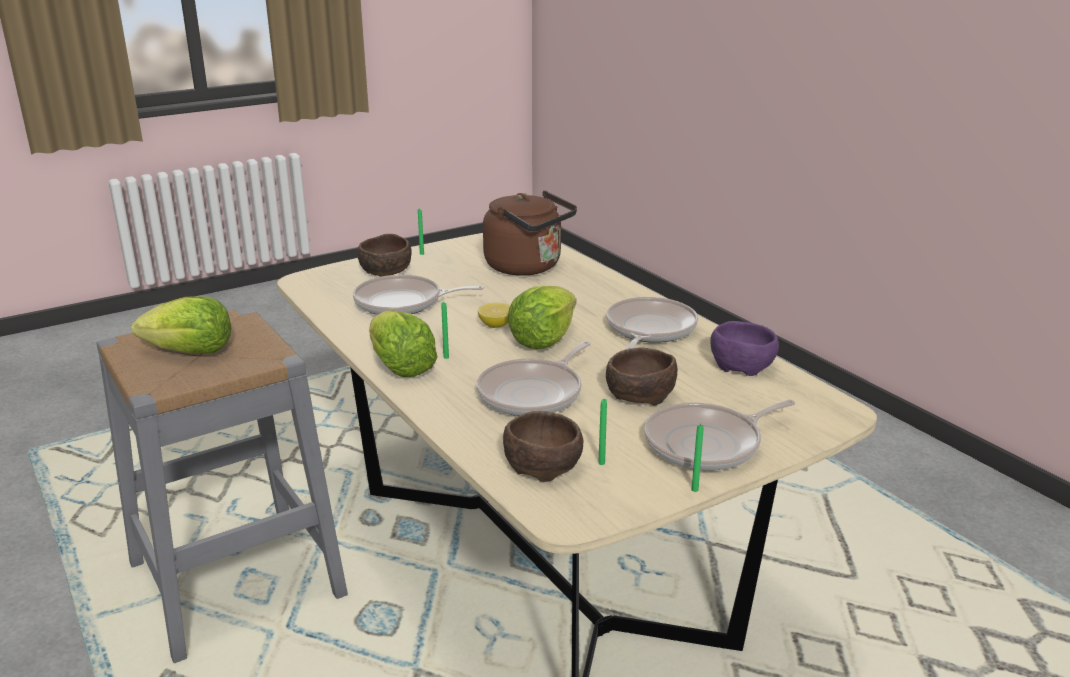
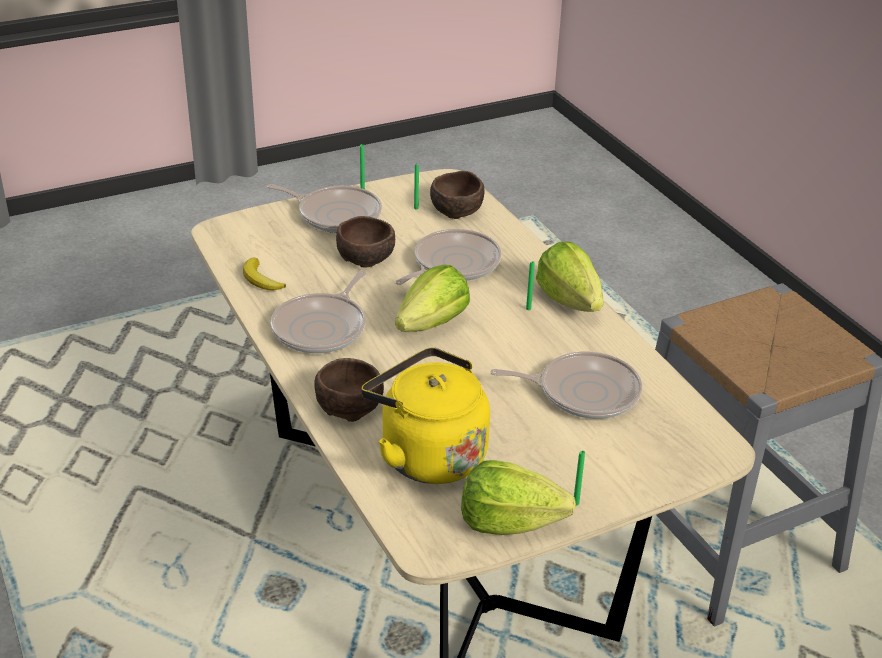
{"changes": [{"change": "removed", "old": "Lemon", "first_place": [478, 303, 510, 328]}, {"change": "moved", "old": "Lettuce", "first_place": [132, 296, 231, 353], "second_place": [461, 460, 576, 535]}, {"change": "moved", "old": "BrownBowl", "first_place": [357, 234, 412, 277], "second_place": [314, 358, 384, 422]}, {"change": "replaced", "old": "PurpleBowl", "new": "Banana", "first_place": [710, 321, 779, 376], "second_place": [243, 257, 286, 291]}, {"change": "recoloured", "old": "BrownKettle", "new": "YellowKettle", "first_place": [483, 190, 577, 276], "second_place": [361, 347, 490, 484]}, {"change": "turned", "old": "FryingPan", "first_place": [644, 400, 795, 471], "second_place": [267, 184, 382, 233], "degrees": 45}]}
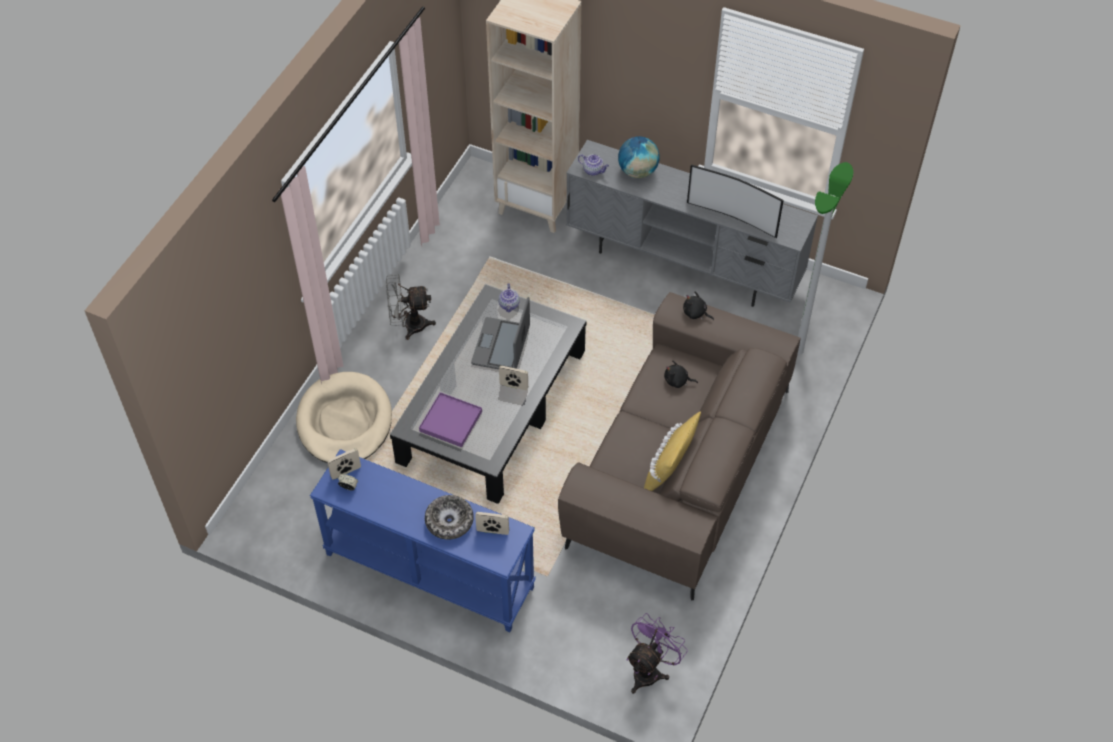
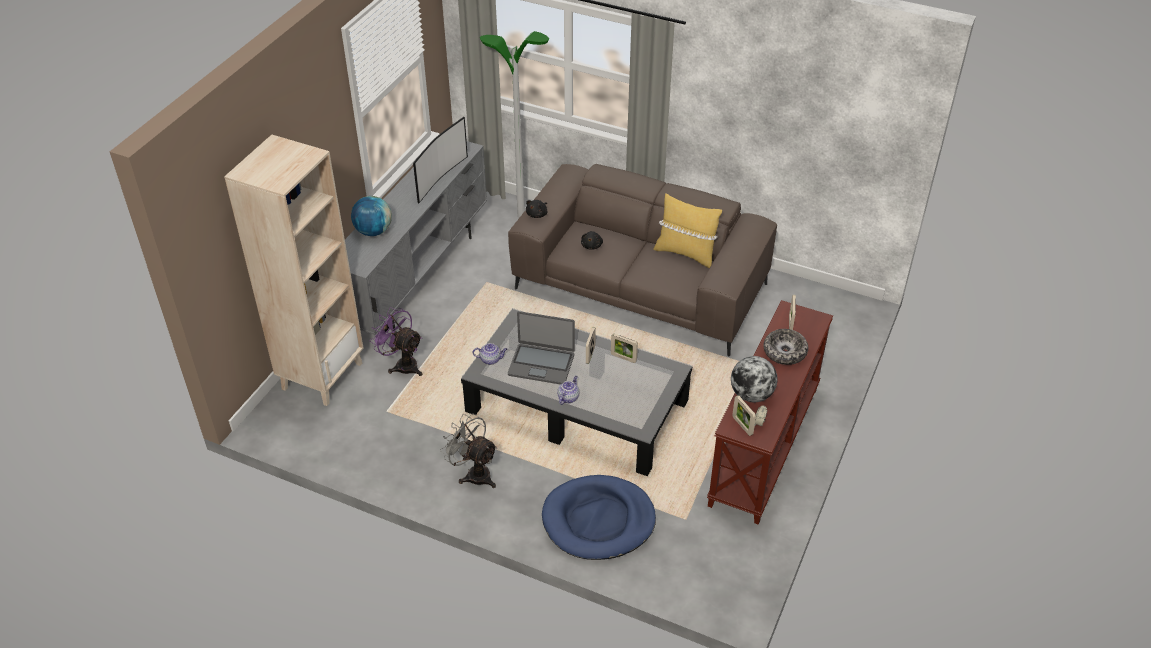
{"changes": [{"change": "removed", "old": "PurpleTray", "first_place": [419, 392, 482, 447]}, {"change": "added", "new": "PictureFrame", "second_place": [611, 334, 638, 363]}, {"change": "added", "new": "Globe", "second_place": [731, 356, 777, 402]}, {"change": "moved", "old": "Teapot", "first_place": [578, 154, 609, 176], "second_place": [557, 376, 579, 405]}, {"change": "moved", "old": "PurpleFan", "first_place": [626, 613, 688, 694], "second_place": [370, 307, 422, 376]}, {"change": "recoloured", "old": "BeigeDogBed", "new": "BlueDogBed", "first_place": [296, 372, 392, 463], "second_place": [542, 475, 656, 560]}, {"change": "recoloured", "old": "BlueConsoleTable", "new": "BrownConsoleTable", "first_place": [310, 449, 536, 632], "second_place": [707, 300, 833, 525]}, {"change": "turned", "old": "GreyFan", "first_place": [386, 274, 436, 340], "second_place": [440, 414, 497, 488], "degrees": 135}]}
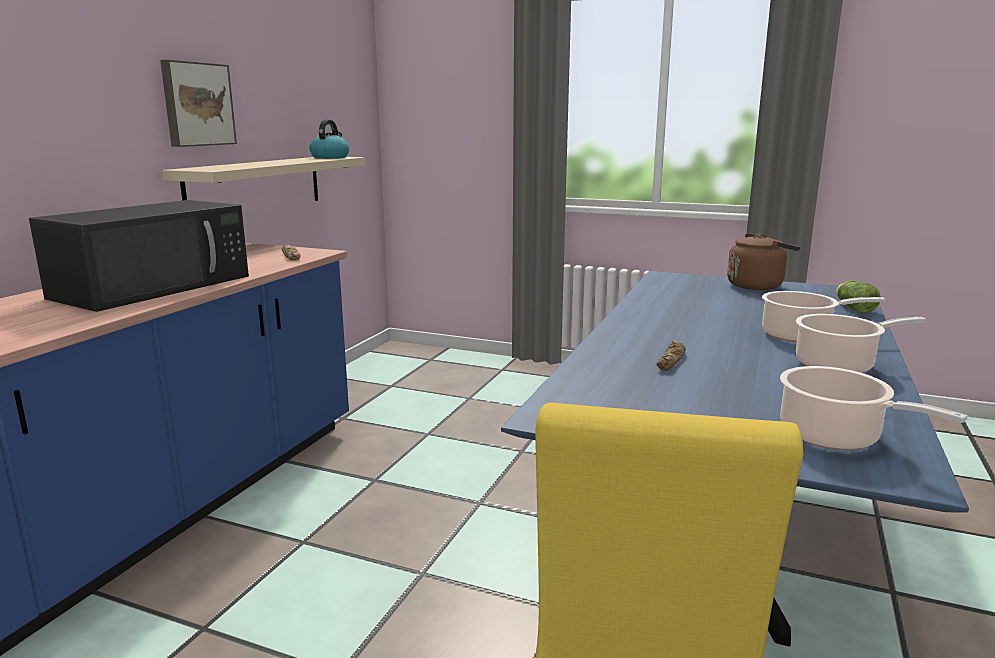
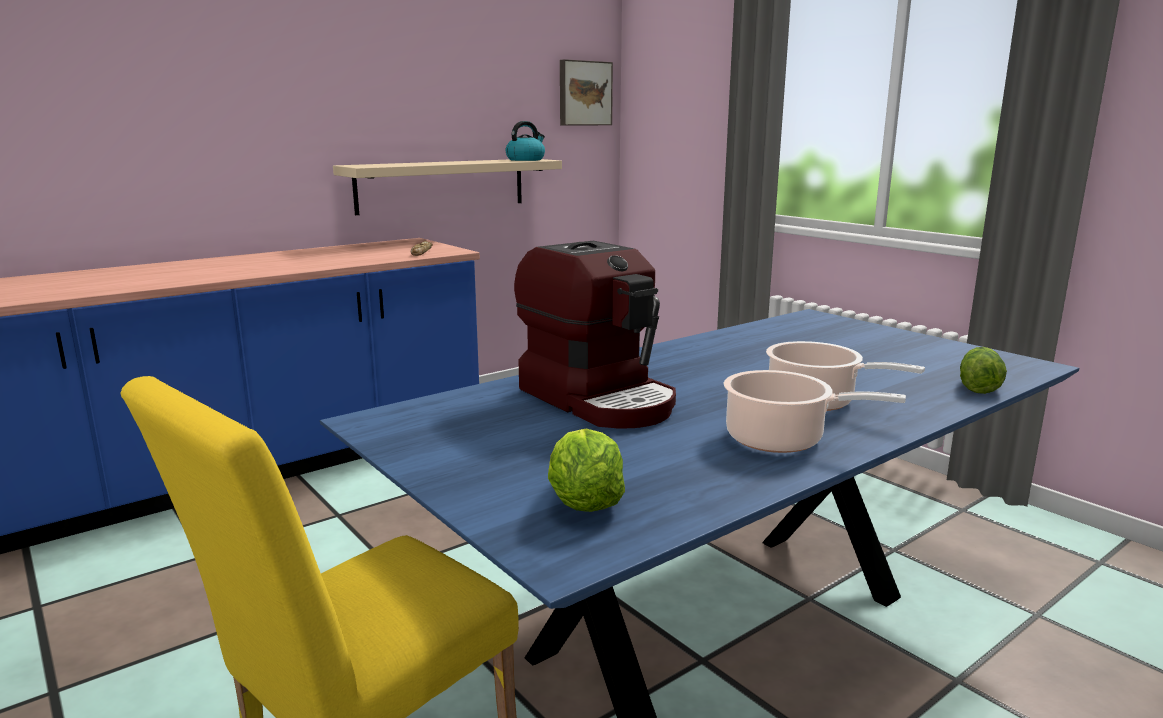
{"changes": [{"change": "removed", "old": "BlackMicrowave", "first_place": [29, 200, 249, 312]}, {"change": "removed", "old": "BrownKettle", "first_place": [727, 233, 800, 290]}, {"change": "moved", "old": "Picture", "first_place": [160, 60, 237, 147], "second_place": [560, 59, 613, 126]}, {"change": "replaced", "old": "Bread", "new": "CoffeeMachine", "first_place": [657, 341, 686, 371], "second_place": [514, 241, 676, 428]}, {"change": "replaced", "old": "CookingPot", "new": "Lettuce", "first_place": [780, 366, 968, 450], "second_place": [548, 428, 625, 512]}]}
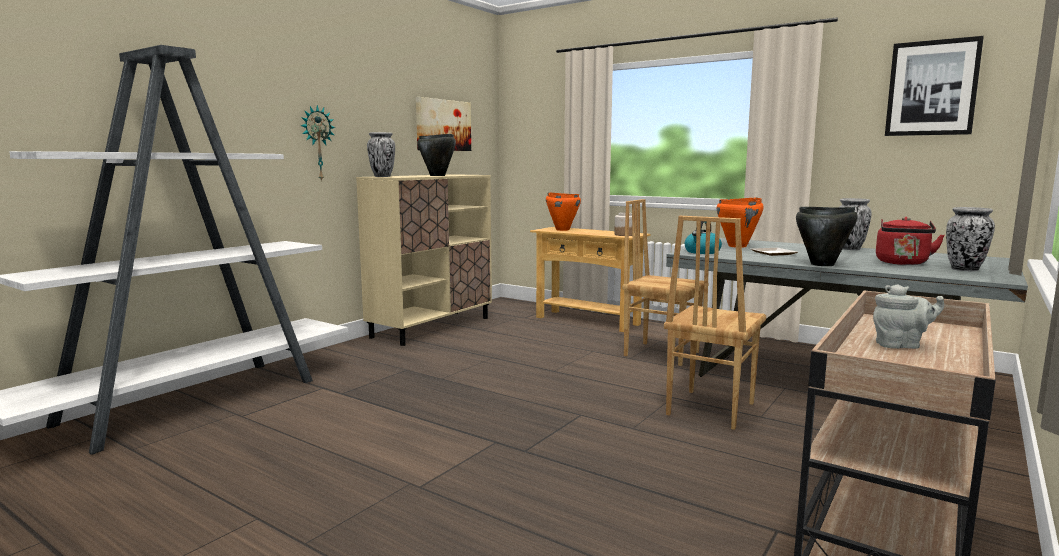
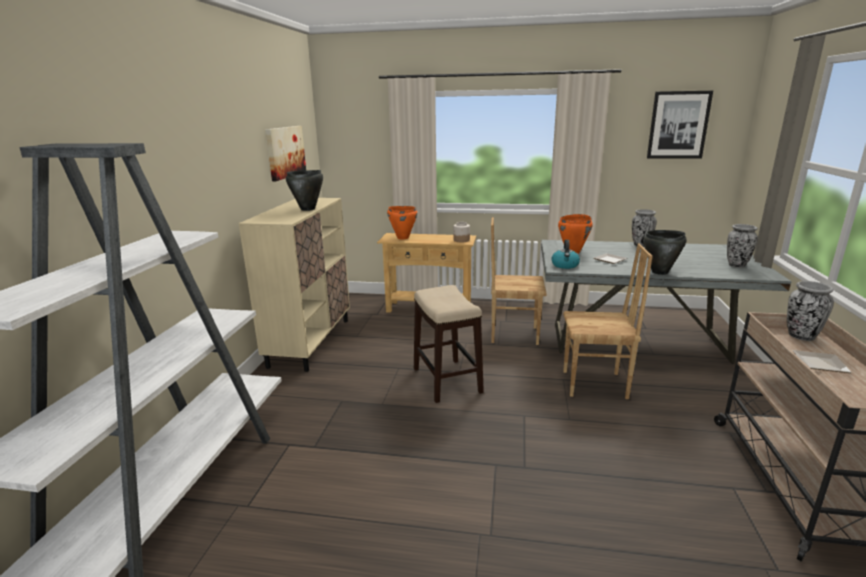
{"changes": [{"change": "removed", "old": "WallClock", "first_place": [300, 105, 336, 182]}, {"change": "removed", "old": "RedKettle", "first_place": [876, 217, 945, 265]}, {"change": "added", "new": "Stool", "second_place": [414, 285, 484, 403]}, {"change": "moved", "old": "Vase", "first_place": [367, 132, 395, 177], "second_place": [787, 281, 834, 341]}, {"change": "replaced", "old": "GreyTeapot", "new": "Plate", "first_place": [873, 284, 944, 349], "second_place": [793, 350, 852, 373]}, {"change": "turned", "old": "BrownChair", "first_place": [664, 216, 766, 430], "second_place": [563, 244, 653, 399], "degrees": -90}]}
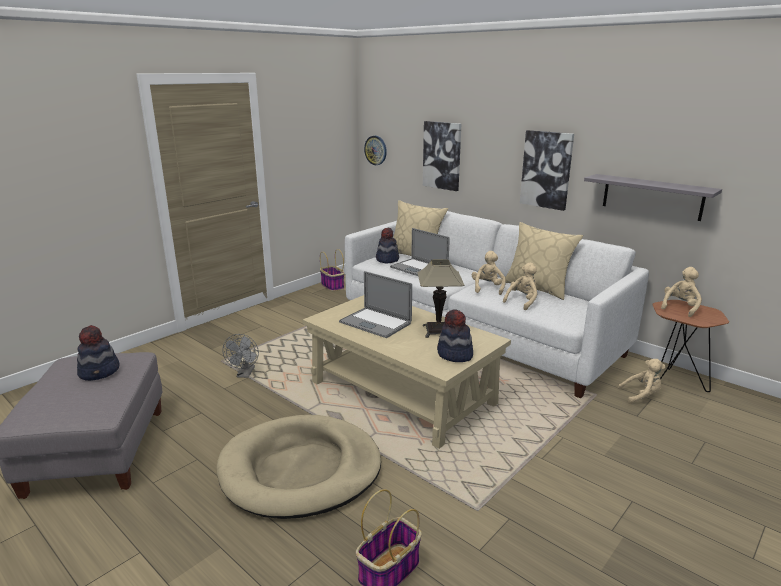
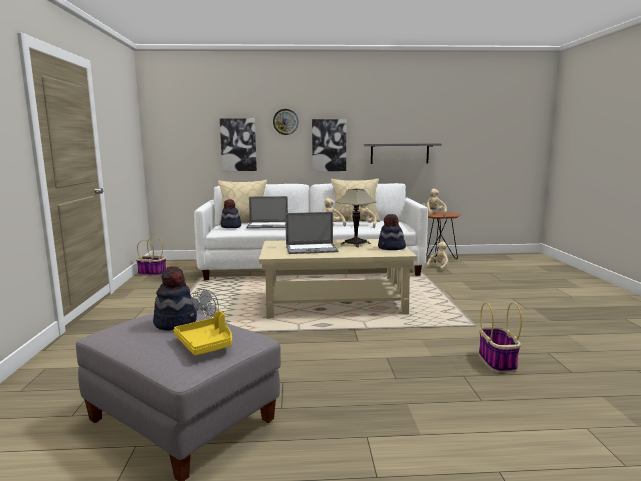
{"changes": [{"change": "removed", "old": "BeigeDogBed", "first_place": [217, 415, 381, 519]}, {"change": "added", "new": "YellowTray", "second_place": [173, 311, 232, 355]}, {"change": "moved", "old": "WallClock", "first_place": [364, 136, 387, 165], "second_place": [273, 109, 298, 135]}]}
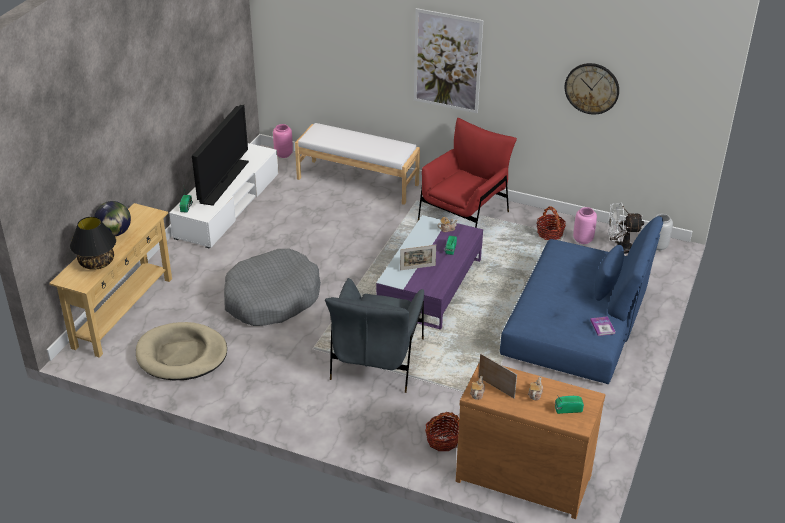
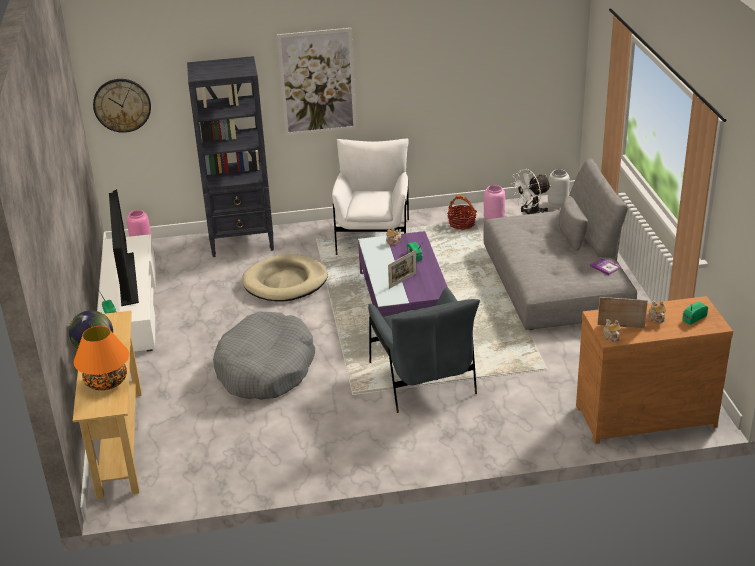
{"changes": [{"change": "removed", "old": "Basket", "first_place": [425, 412, 459, 451]}, {"change": "moved", "old": "BeigeDogBed", "first_place": [136, 322, 227, 380], "second_place": [242, 254, 328, 302]}, {"change": "moved", "old": "WallClock", "first_place": [565, 63, 619, 115], "second_place": [93, 79, 151, 133]}, {"change": "replaced", "old": "WhiteBench", "new": "BlackBookcase", "first_place": [295, 123, 420, 205], "second_place": [187, 56, 274, 257]}, {"change": "recoloured", "old": "BlackTableLamp", "new": "OrangeTableLamp", "first_place": [70, 217, 116, 270], "second_place": [74, 326, 129, 390]}, {"change": "recoloured", "old": "RedArmchair", "new": "WhiteArmchair", "first_place": [418, 118, 517, 228], "second_place": [332, 139, 409, 255]}, {"change": "recoloured", "old": "BlueSofa", "new": "GreySofa", "first_place": [500, 216, 663, 384], "second_place": [483, 158, 637, 330]}]}
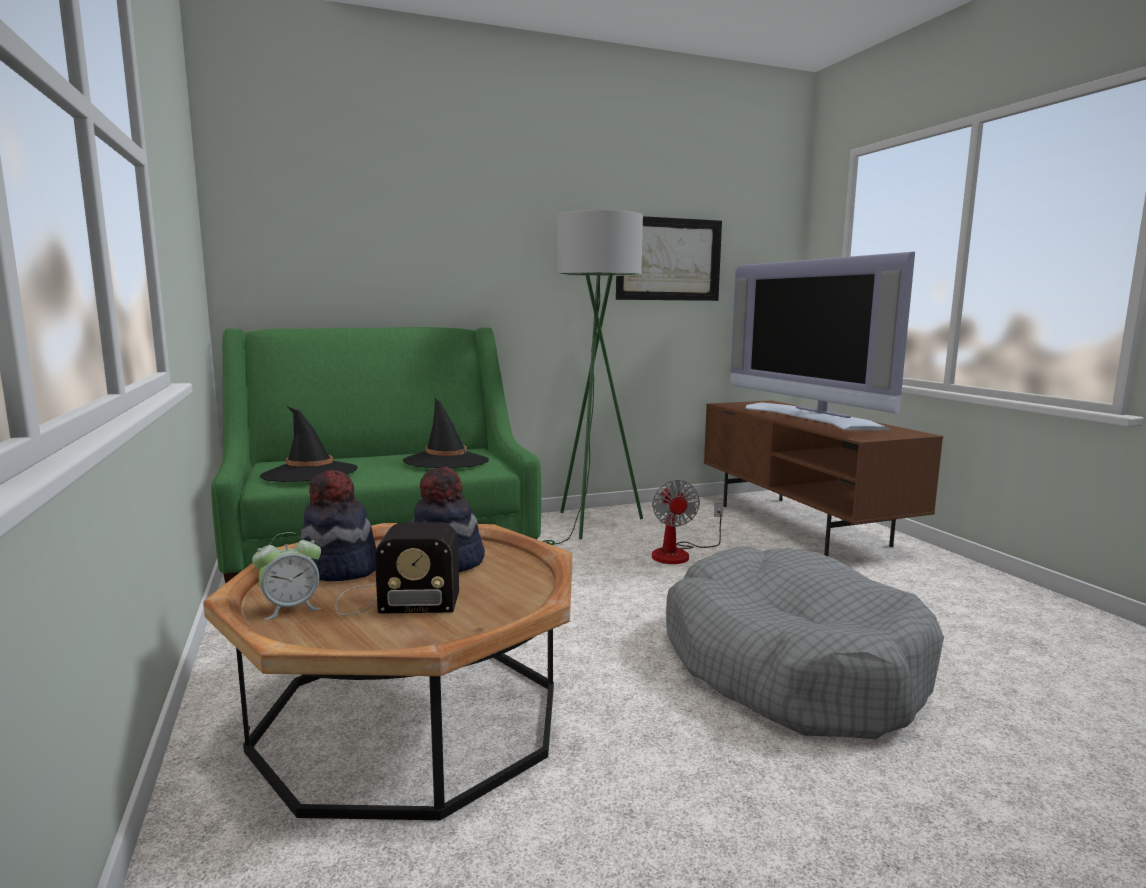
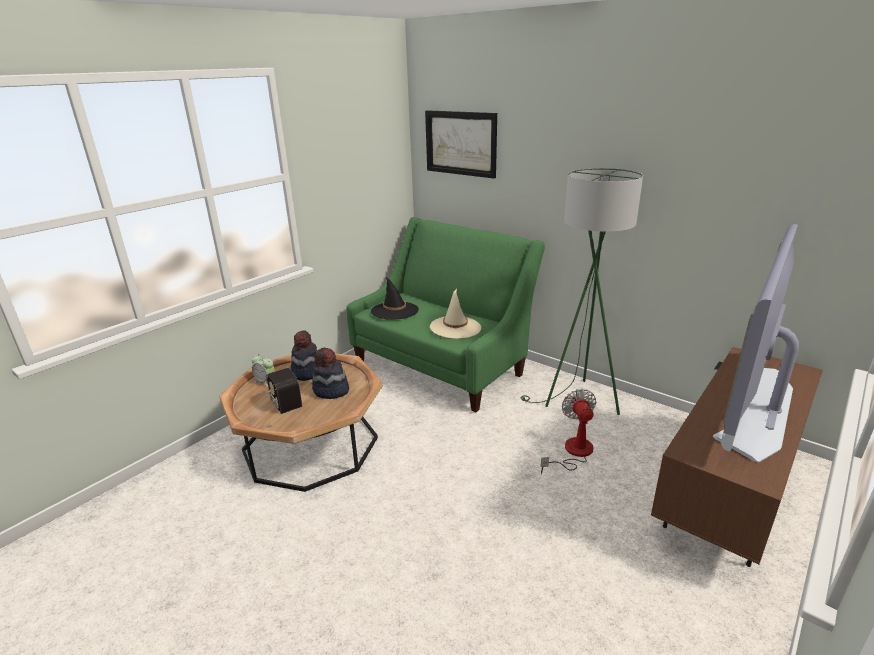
{"changes": [{"change": "removed", "old": "GreyDogBed", "first_place": [666, 546, 944, 739]}, {"change": "moved", "old": "Picture", "first_place": [616, 216, 722, 301], "second_place": [425, 110, 497, 178]}, {"change": "recoloured", "old": "BlackHat", "new": "BeigeHat", "first_place": [403, 398, 489, 468], "second_place": [430, 289, 481, 339]}, {"change": "turned", "old": "Fan", "first_place": [652, 480, 724, 564], "second_place": [541, 389, 596, 474], "degrees": 120}]}
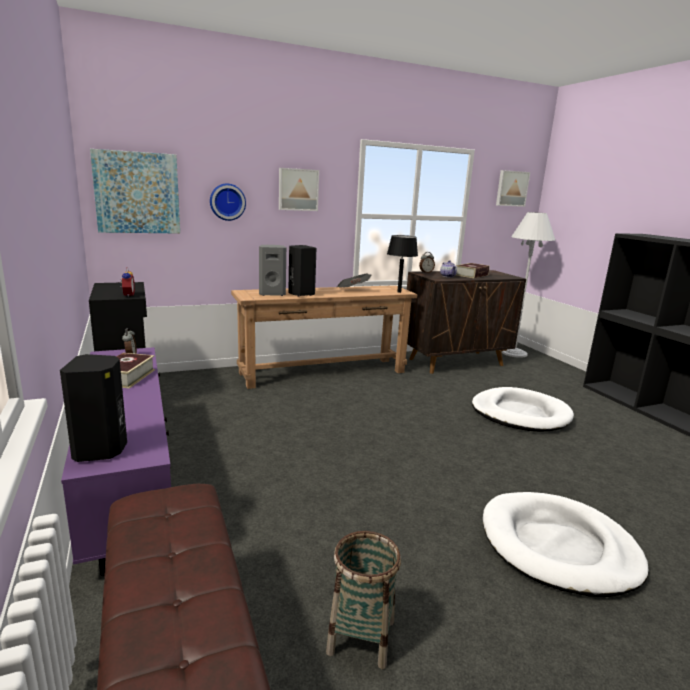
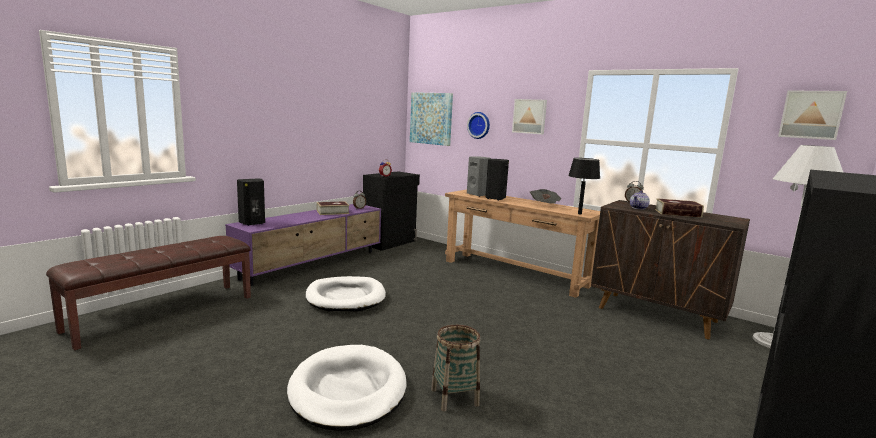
{"changes": [{"change": "moved", "old": "Basket", "first_place": [326, 531, 401, 669], "second_place": [431, 325, 480, 411]}, {"change": "moved", "old": "WhiteDogBed", "first_place": [472, 387, 574, 432], "second_place": [306, 276, 386, 312]}]}
